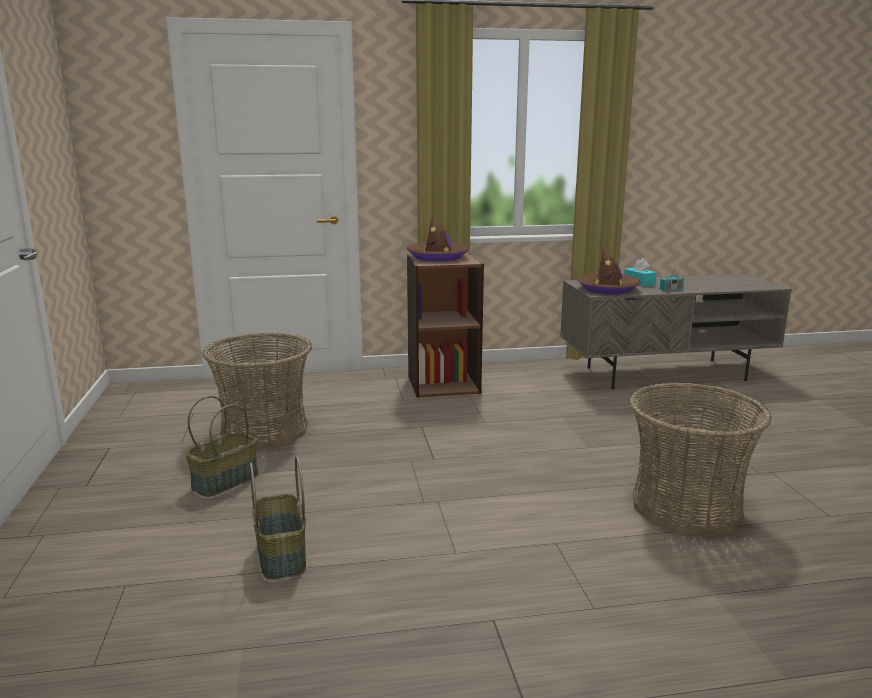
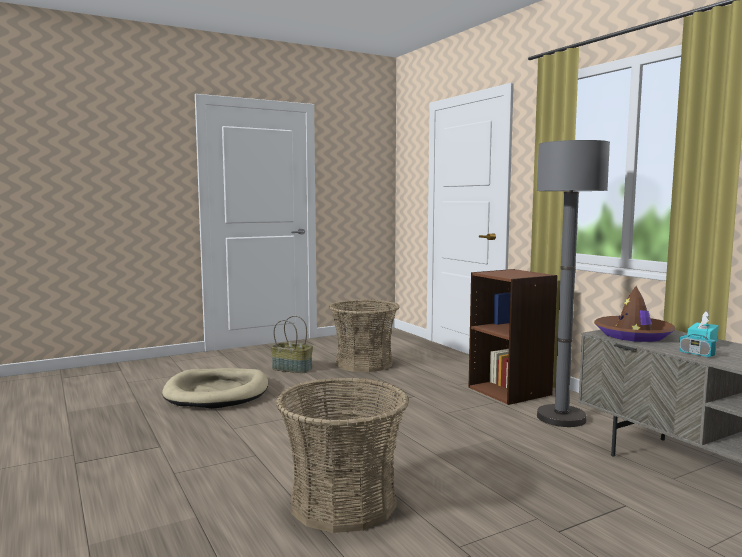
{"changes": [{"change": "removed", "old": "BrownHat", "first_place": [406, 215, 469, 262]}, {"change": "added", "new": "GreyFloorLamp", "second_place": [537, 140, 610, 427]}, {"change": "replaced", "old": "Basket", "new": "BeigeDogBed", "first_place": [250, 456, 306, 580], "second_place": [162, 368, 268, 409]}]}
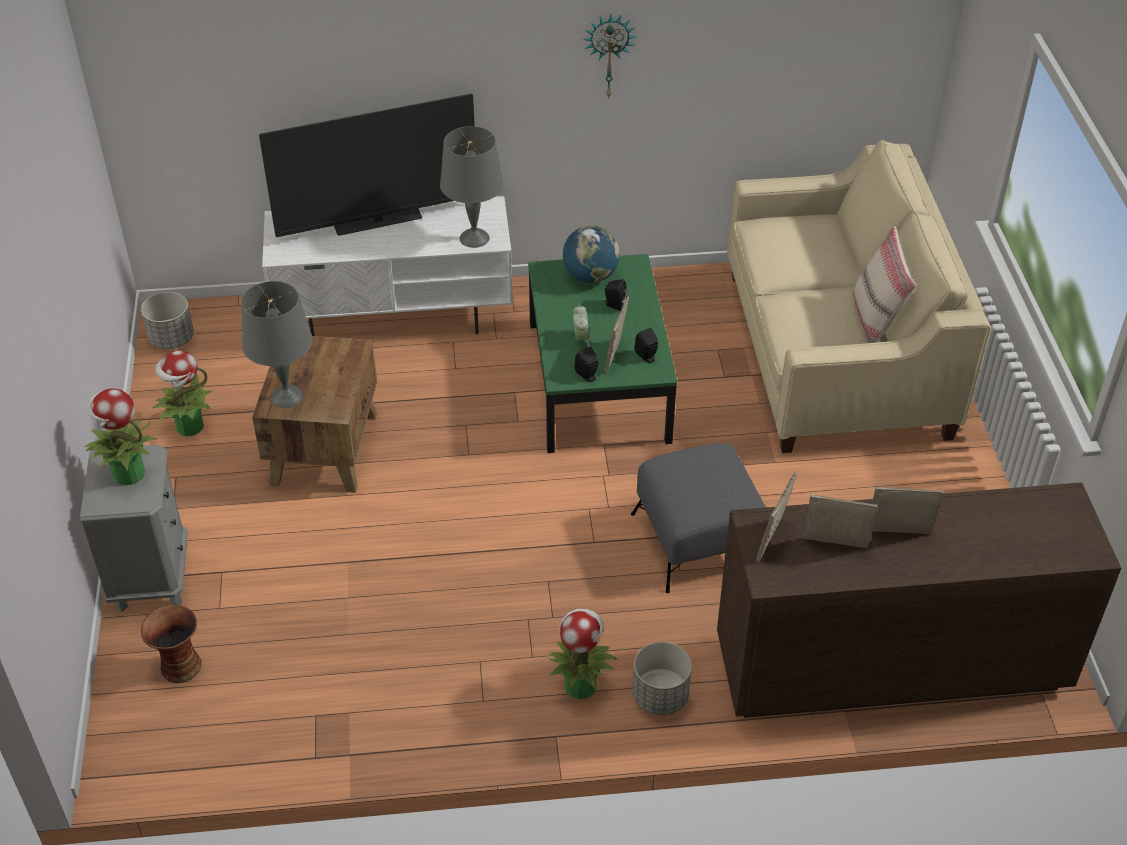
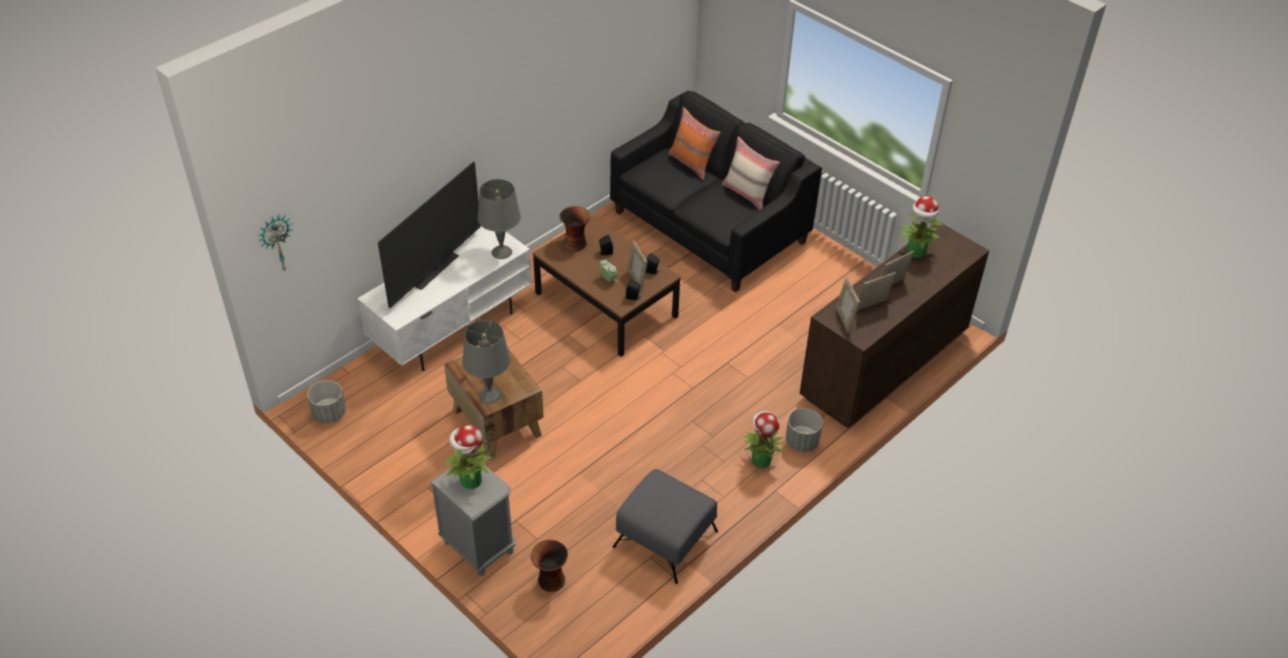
{"changes": [{"change": "added", "new": "OrangePillow", "second_place": [668, 107, 721, 180]}, {"change": "moved", "old": "PottedPlant", "first_place": [152, 350, 214, 436], "second_place": [898, 196, 943, 258]}, {"change": "moved", "old": "WallClock", "first_place": [583, 15, 637, 99], "second_place": [258, 215, 293, 271]}, {"change": "moved", "old": "GreyOttoman", "first_place": [631, 443, 766, 593], "second_place": [613, 469, 718, 584]}, {"change": "replaced", "old": "Globe", "new": "Vase", "first_place": [563, 225, 620, 283], "second_place": [559, 206, 590, 252]}, {"change": "recoloured", "old": "GreenCoffeeTable", "new": "BrownCoffeeTable", "first_place": [528, 254, 677, 453], "second_place": [533, 217, 681, 357]}, {"change": "recoloured", "old": "BeigeSofa", "new": "BlackSofa", "first_place": [727, 139, 991, 453], "second_place": [610, 91, 822, 292]}]}
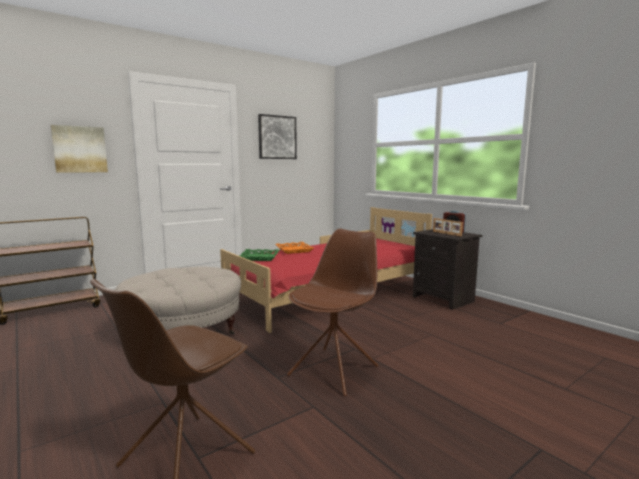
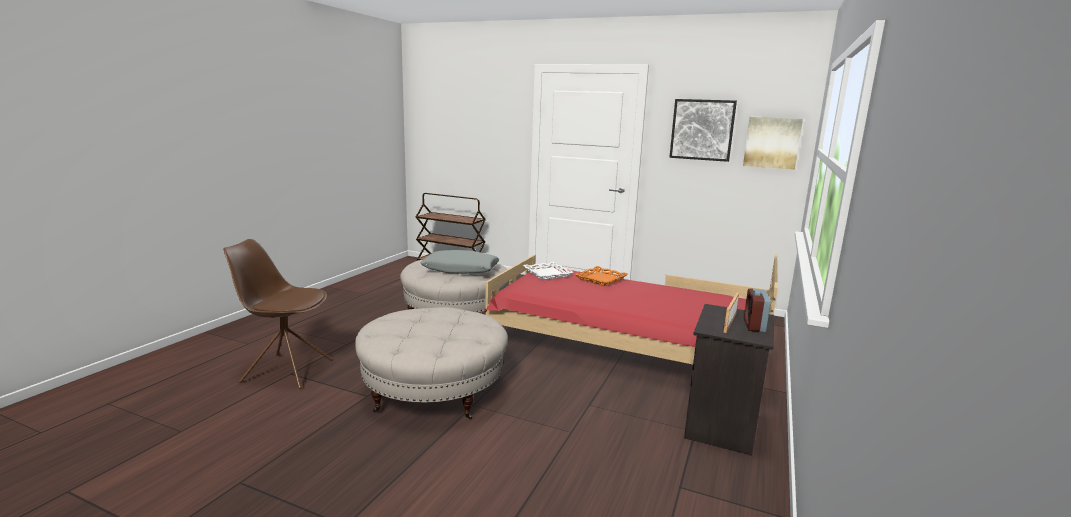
{"changes": [{"change": "added", "new": "GreyPillow", "second_place": [421, 250, 499, 274]}, {"change": "moved", "old": "Picture", "first_place": [51, 125, 108, 173], "second_place": [743, 117, 803, 169]}, {"change": "replaced", "old": "BrownChair", "new": "BeigeOttoman", "first_place": [287, 229, 378, 397], "second_place": [355, 307, 508, 420]}, {"change": "recoloured", "old": "GreenTray", "new": "WhiteTray", "first_place": [239, 249, 279, 261], "second_place": [523, 262, 574, 280]}]}
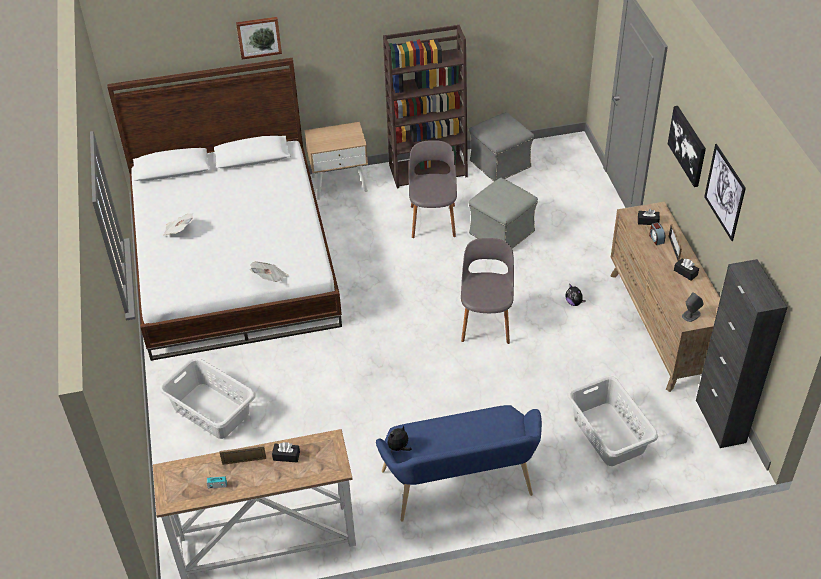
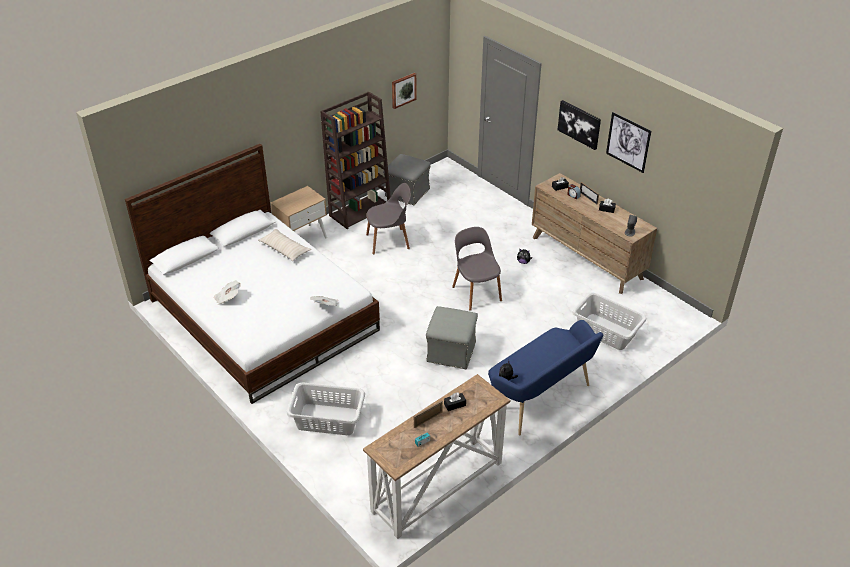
{"changes": [{"change": "removed", "old": "BlackCabinet", "first_place": [696, 259, 788, 448]}, {"change": "added", "new": "BeigePillow", "second_place": [258, 229, 311, 261]}, {"change": "moved", "old": "Picture", "first_place": [236, 17, 282, 60], "second_place": [392, 73, 417, 109]}, {"change": "moved", "old": "GreyOttoman", "first_place": [468, 178, 538, 249], "second_place": [426, 306, 478, 369]}, {"change": "turned", "old": "GreyChair", "first_place": [409, 140, 457, 238], "second_place": [366, 183, 411, 254], "degrees": 105}]}
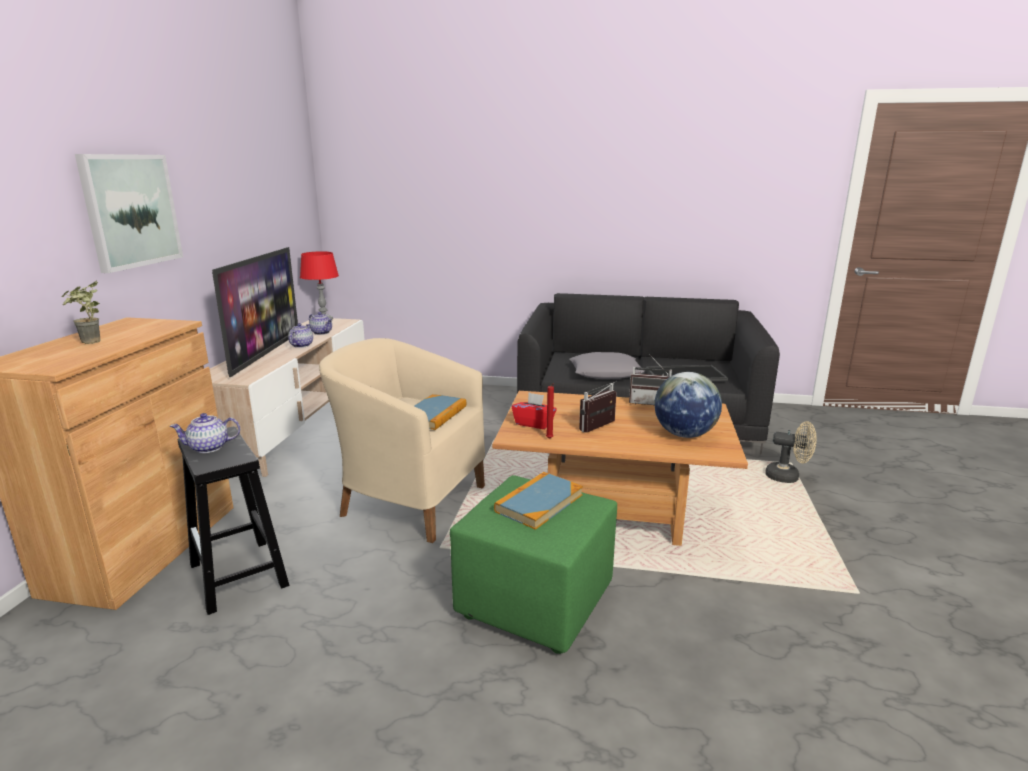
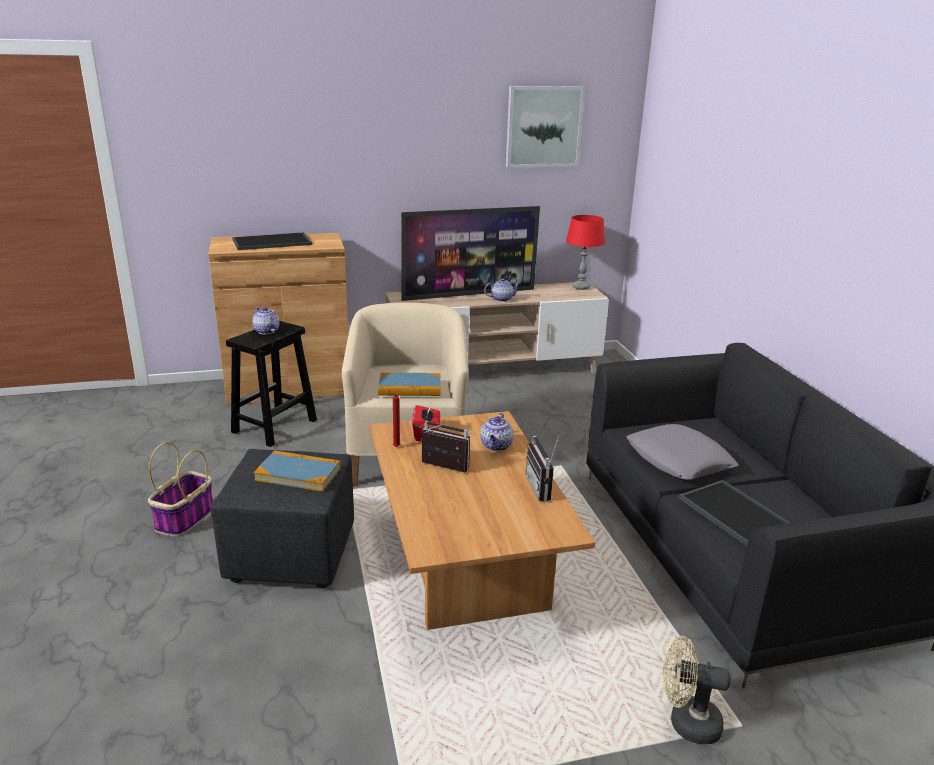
{"changes": [{"change": "removed", "old": "Globe", "first_place": [654, 372, 722, 438]}, {"change": "added", "new": "Basket", "second_place": [148, 442, 213, 536]}, {"change": "moved", "old": "Picture", "first_place": [75, 154, 183, 273], "second_place": [506, 86, 585, 168]}, {"change": "moved", "old": "Teapot", "first_place": [309, 312, 332, 335], "second_place": [480, 413, 514, 451]}, {"change": "replaced", "old": "PottedPlant", "new": "Tray", "first_place": [61, 281, 101, 344], "second_place": [232, 232, 313, 250]}, {"change": "recoloured", "old": "GreenOttoman", "new": "BlackOttoman", "first_place": [450, 475, 617, 654], "second_place": [210, 449, 354, 588]}, {"change": "turned", "old": "BeigeFan", "first_place": [765, 421, 816, 483], "second_place": [663, 636, 731, 744], "degrees": 105}]}
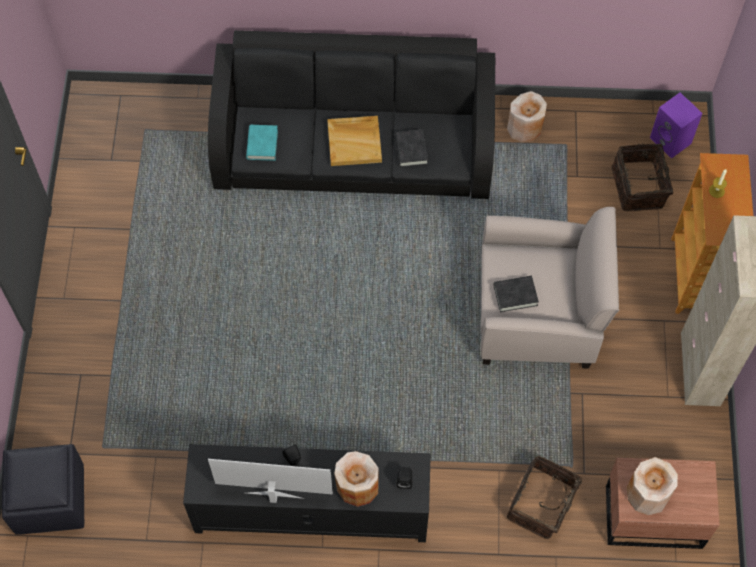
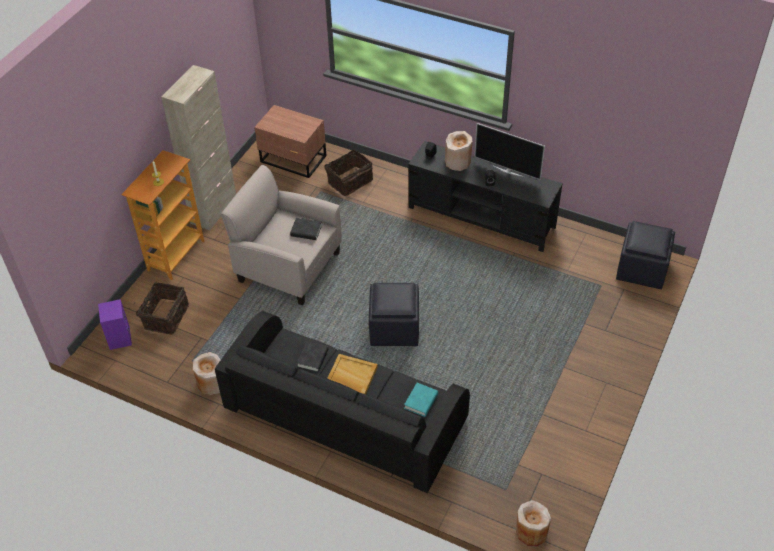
{"changes": [{"change": "added", "new": "BlackOttoman", "second_place": [369, 283, 419, 346]}, {"change": "moved", "old": "BeigeVase", "first_place": [627, 457, 678, 515], "second_place": [516, 500, 551, 547]}]}
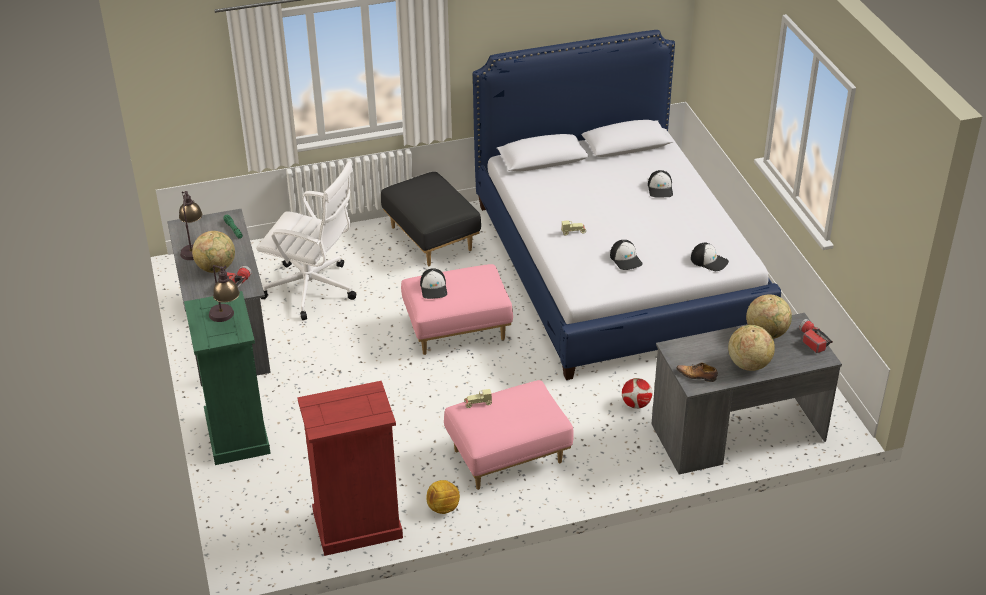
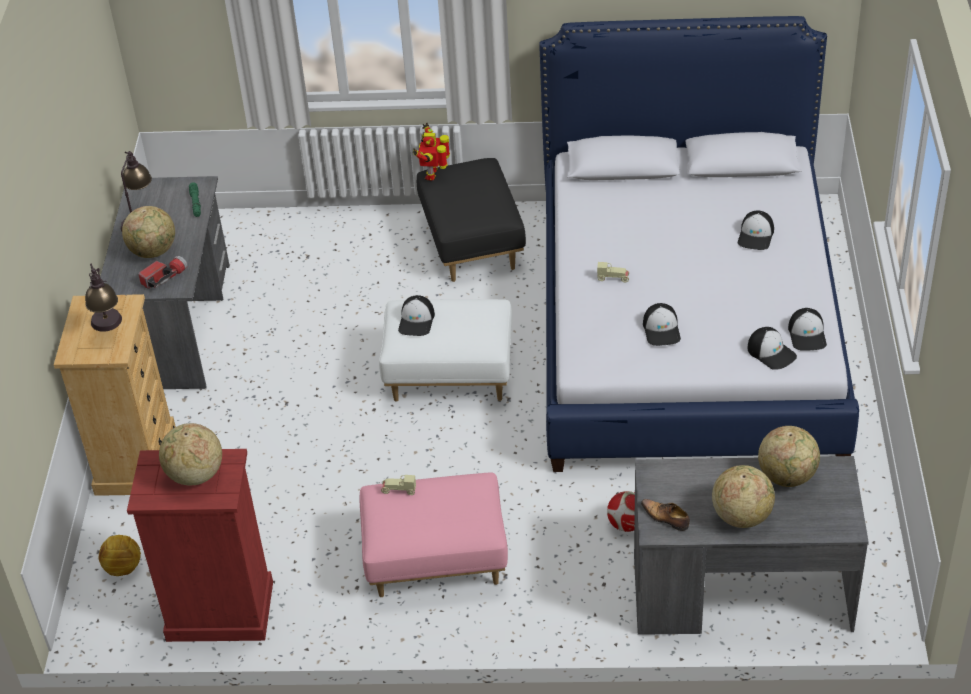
{"changes": [{"change": "removed", "old": "WhiteOfficeChair", "first_place": [256, 161, 356, 320]}, {"change": "removed", "old": "Flashlight", "first_place": [799, 319, 833, 353]}, {"change": "added", "new": "Globe", "second_place": [159, 423, 222, 485]}, {"change": "added", "new": "ToyRobot", "second_place": [413, 123, 450, 181]}, {"change": "added", "new": "Cap", "second_place": [788, 308, 827, 351]}, {"change": "moved", "old": "Football", "first_place": [426, 480, 460, 514], "second_place": [99, 535, 141, 576]}, {"change": "recoloured", "old": "GreenDresser", "new": "BeigeDresser", "first_place": [184, 291, 271, 465], "second_place": [54, 294, 176, 496]}, {"change": "recoloured", "old": "PinkOttoman", "new": "WhiteOttoman", "first_place": [401, 264, 513, 355], "second_place": [379, 299, 512, 401]}]}
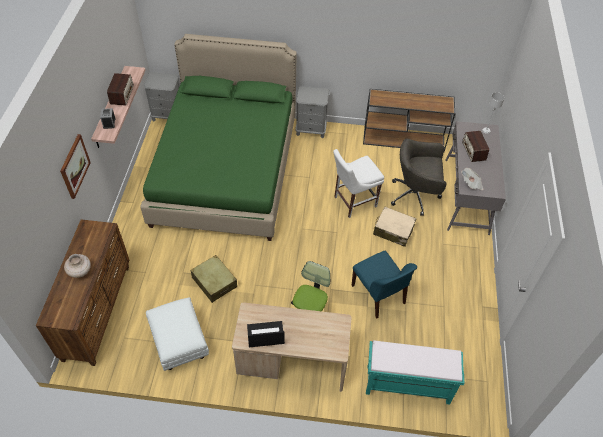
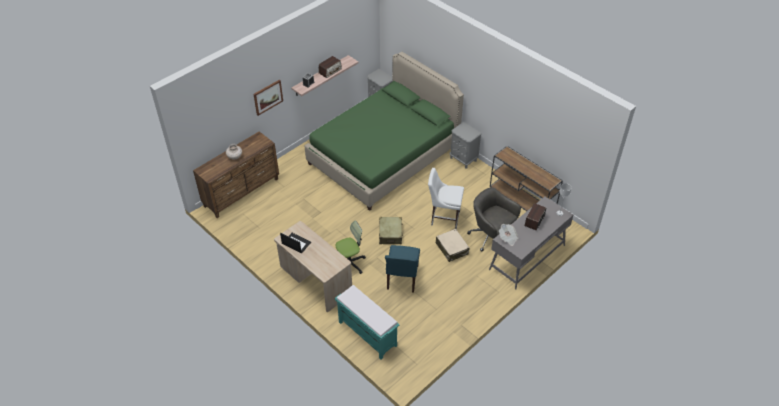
{"changes": [{"change": "removed", "old": "WhiteOttoman", "first_place": [146, 297, 209, 371]}, {"change": "moved", "old": "BeigeSuitcase", "first_place": [191, 255, 237, 303], "second_place": [379, 217, 403, 244]}]}
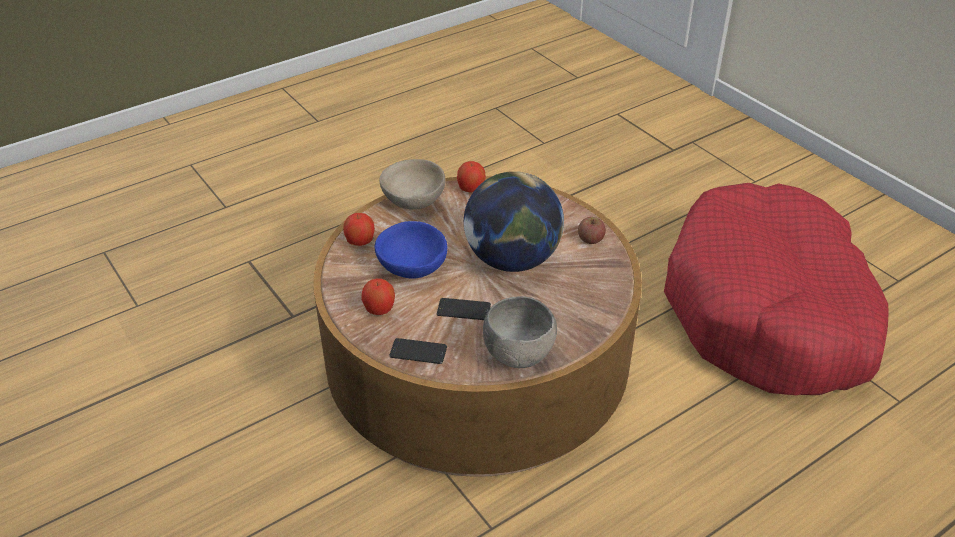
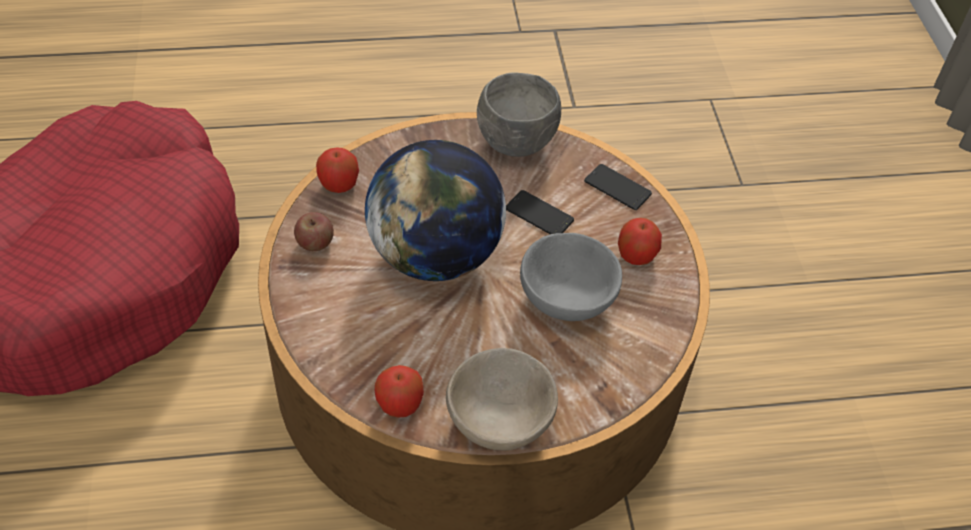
{"changes": [{"change": "moved", "old": "Apple", "first_place": [343, 213, 375, 246], "second_place": [316, 148, 359, 193]}, {"change": "recoloured", "old": "BlueBowl", "new": "GreyBowl", "first_place": [375, 221, 447, 279], "second_place": [520, 233, 622, 321]}]}
